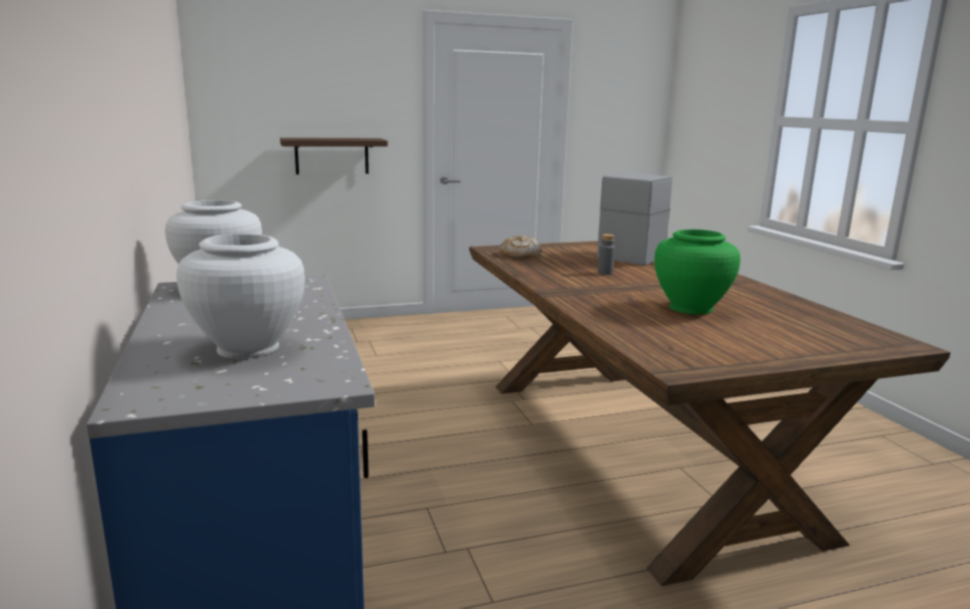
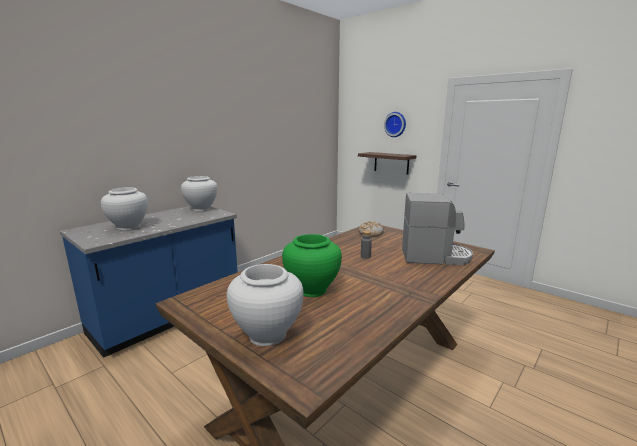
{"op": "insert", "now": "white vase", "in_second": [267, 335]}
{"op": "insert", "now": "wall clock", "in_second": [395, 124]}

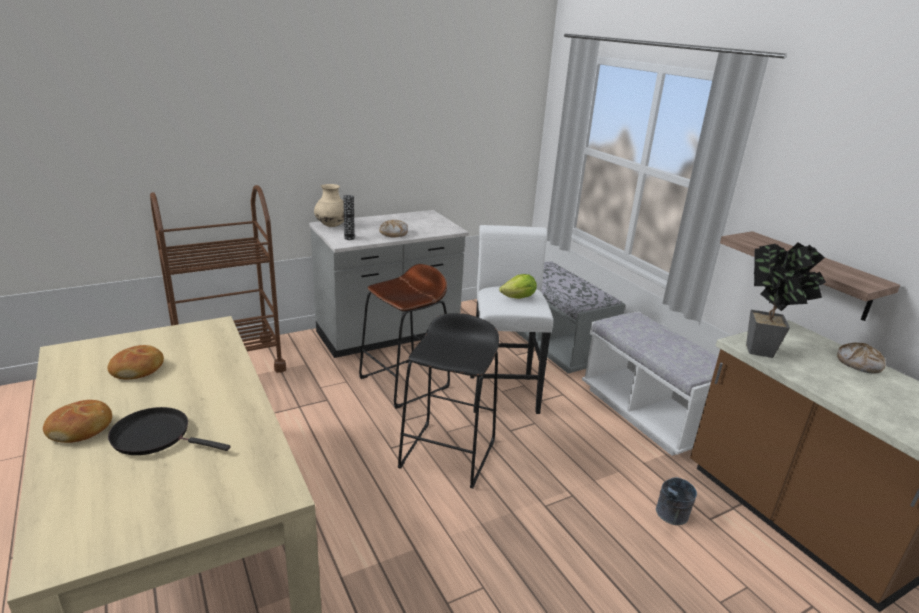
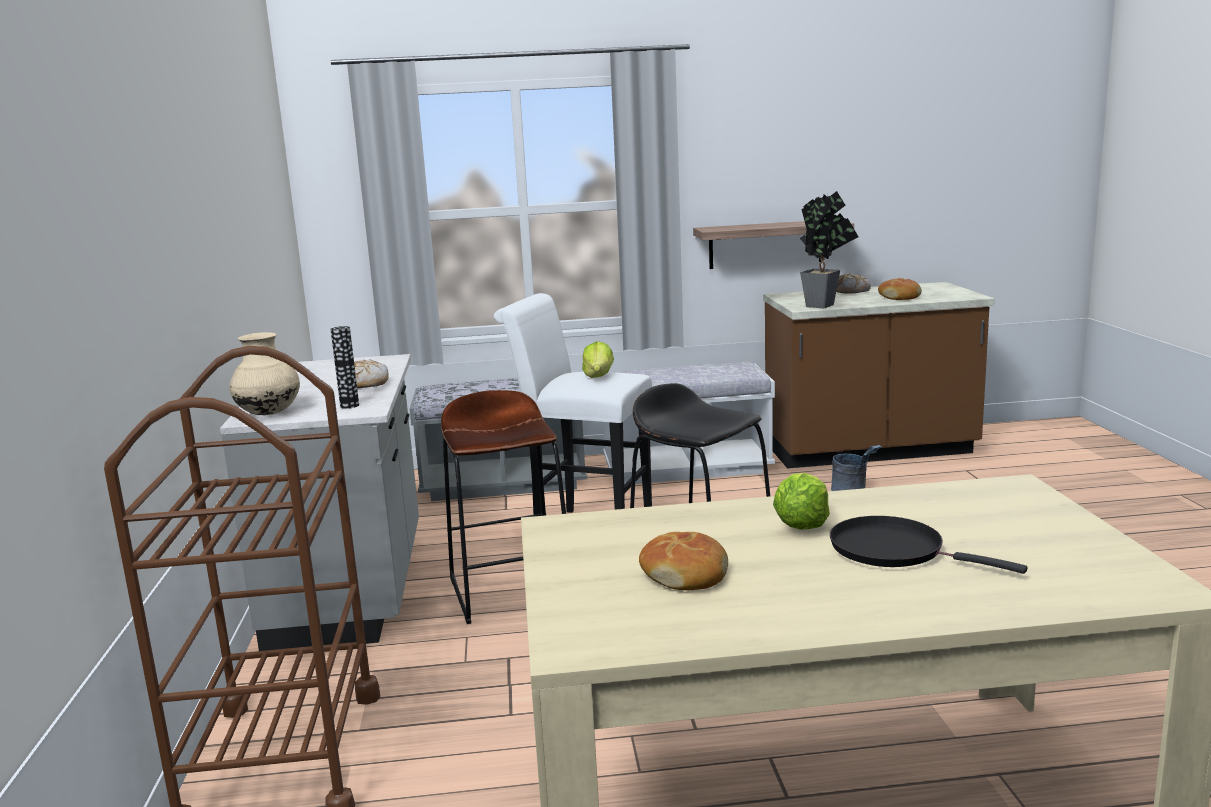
{"op": "insert", "now": "lettuce", "in_second": [802, 525]}
{"op": "move", "was": "bread", "in_first": [81, 429], "in_second": [899, 297]}
{"op": "rotate", "was": "black frying pan", "in_first": [156, 436], "in_second": [894, 550], "clockwise": 90}

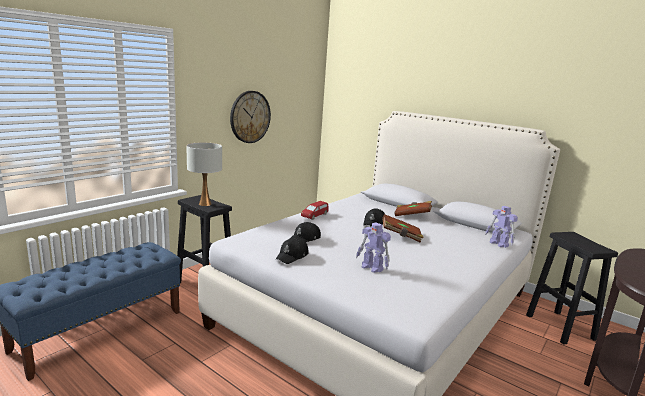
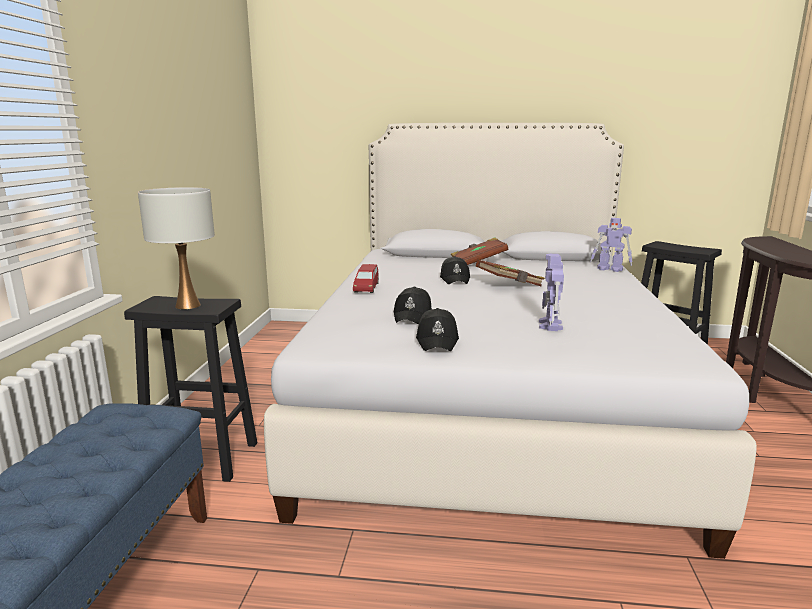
{"op": "delete", "was": "wall clock", "in_first": [250, 117]}
{"op": "rotate", "was": "toy robot", "in_first": [372, 268], "in_second": [550, 325], "clockwise": 90}

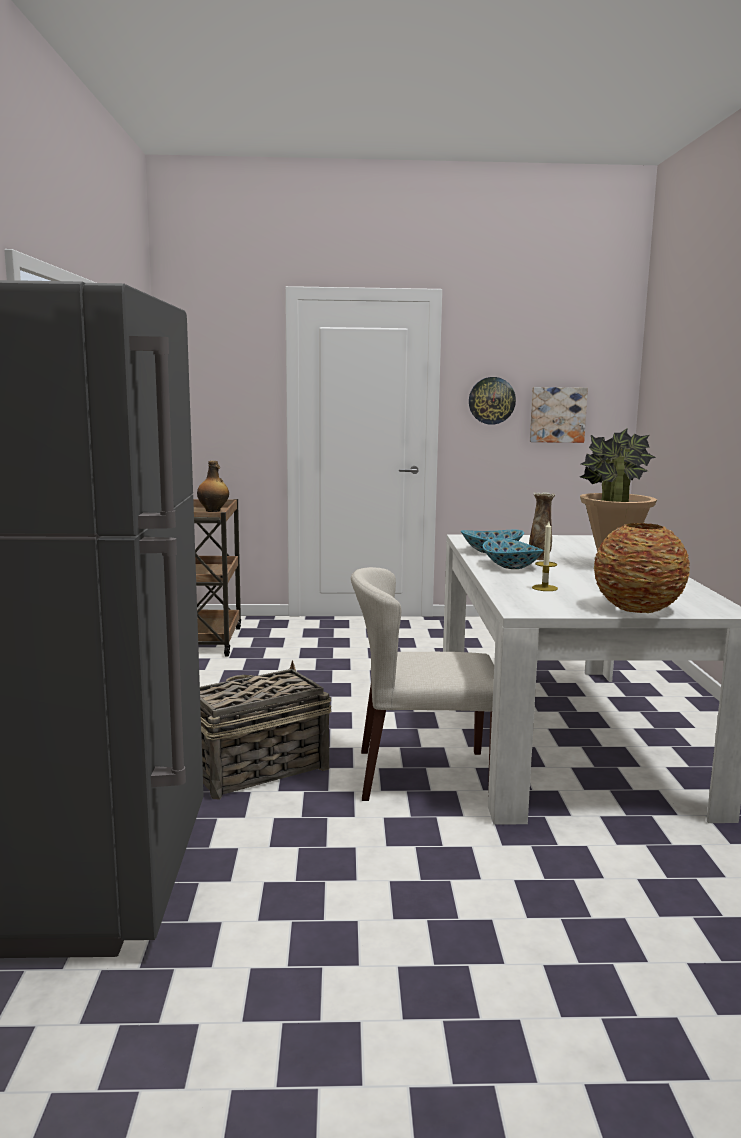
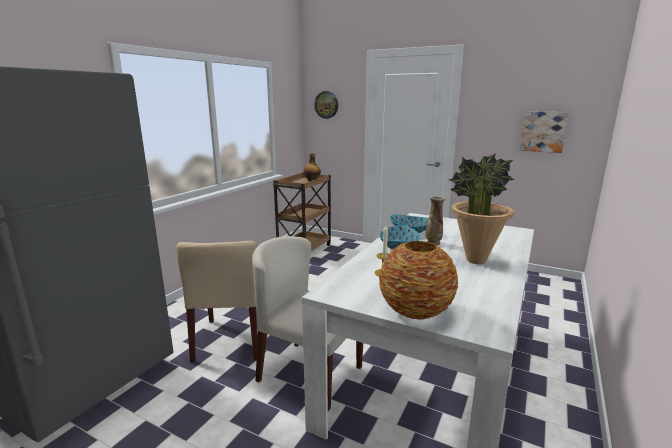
{"op": "move", "was": "wall clock", "in_first": [491, 400], "in_second": [326, 105]}
{"op": "replace", "was": "basket", "now": "beige chair", "in_first": [255, 769], "in_second": [232, 339]}

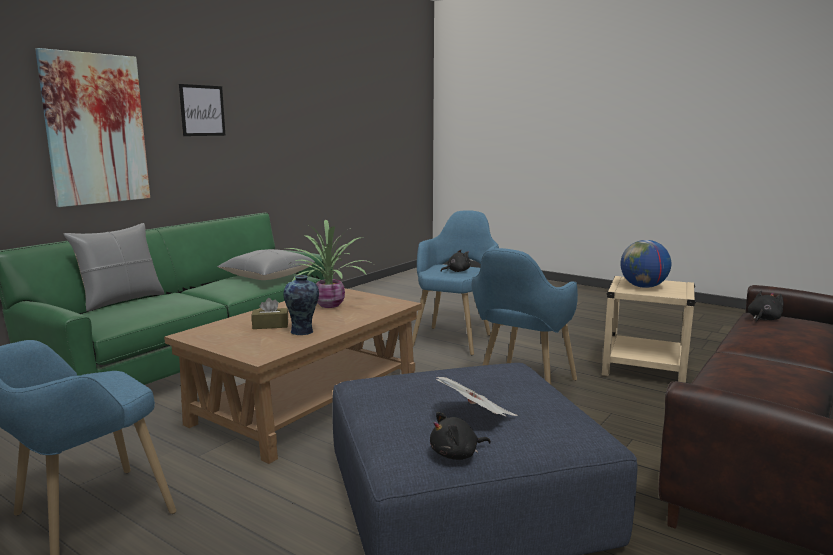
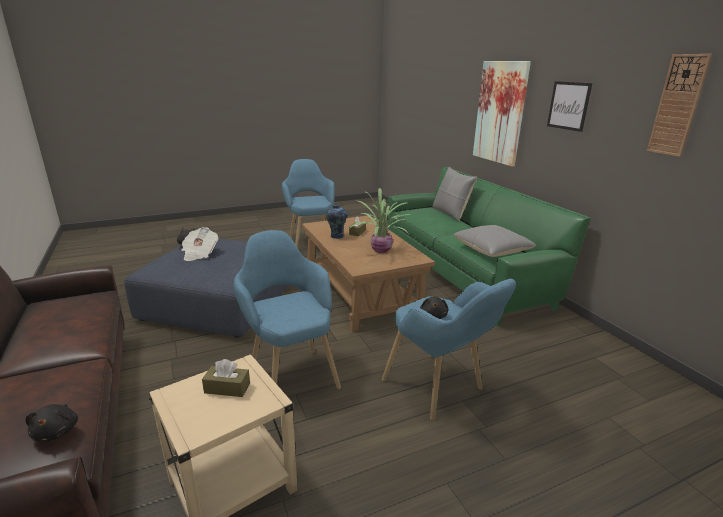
{"op": "insert", "now": "wall clock", "in_second": [678, 105]}
{"op": "replace", "was": "globe", "now": "brown tissue box", "in_first": [643, 287], "in_second": [227, 388]}

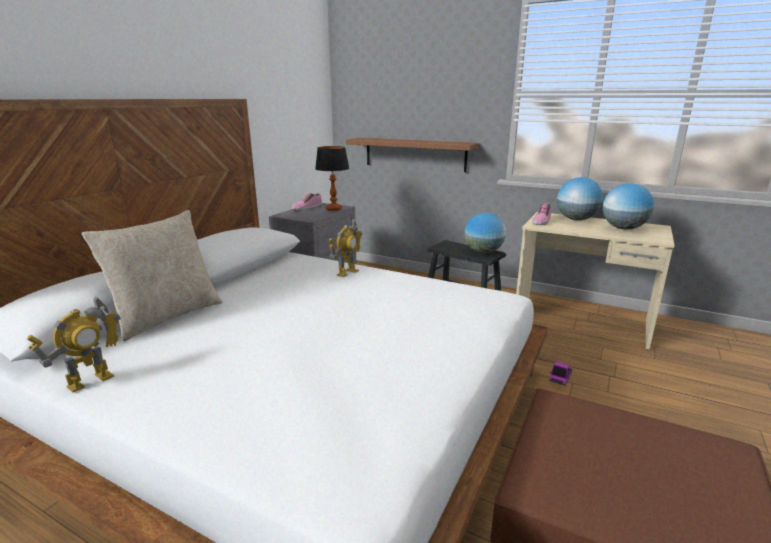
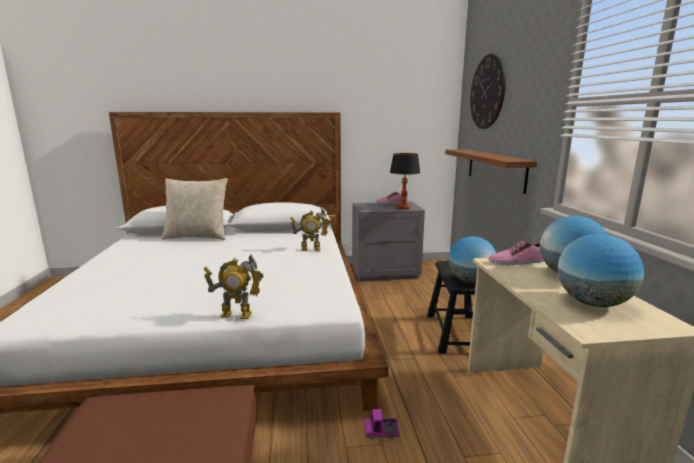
{"op": "insert", "now": "wall clock", "in_second": [487, 92]}
{"op": "move", "was": "toy robot", "in_first": [90, 381], "in_second": [236, 315]}

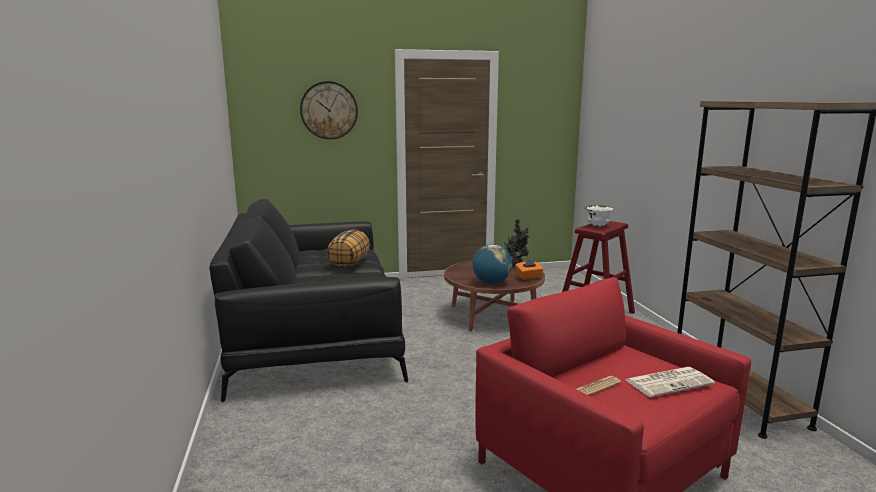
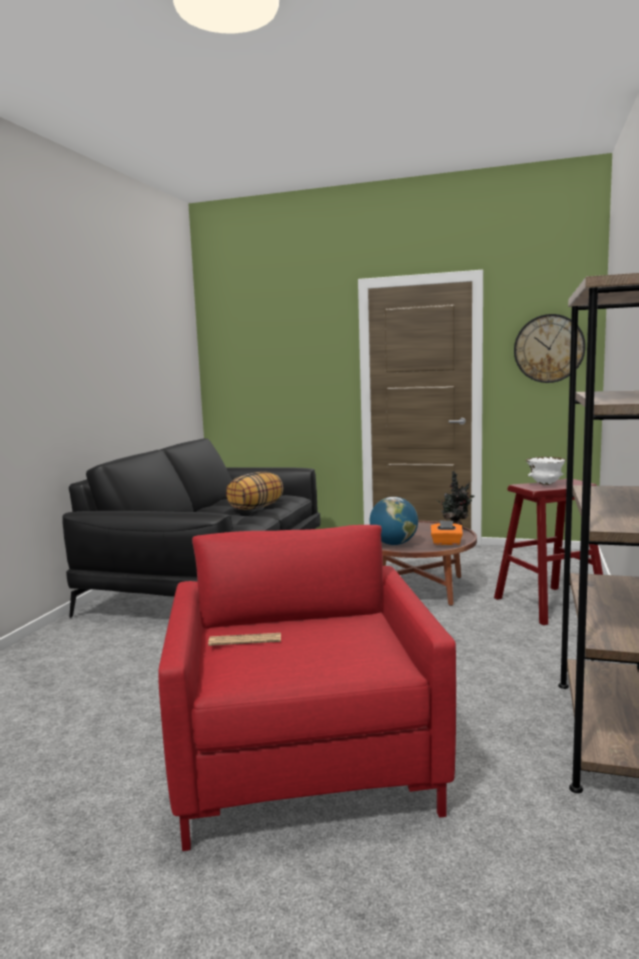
{"op": "delete", "was": "newspaper", "in_first": [669, 382]}
{"op": "move", "was": "wall clock", "in_first": [329, 110], "in_second": [549, 348]}

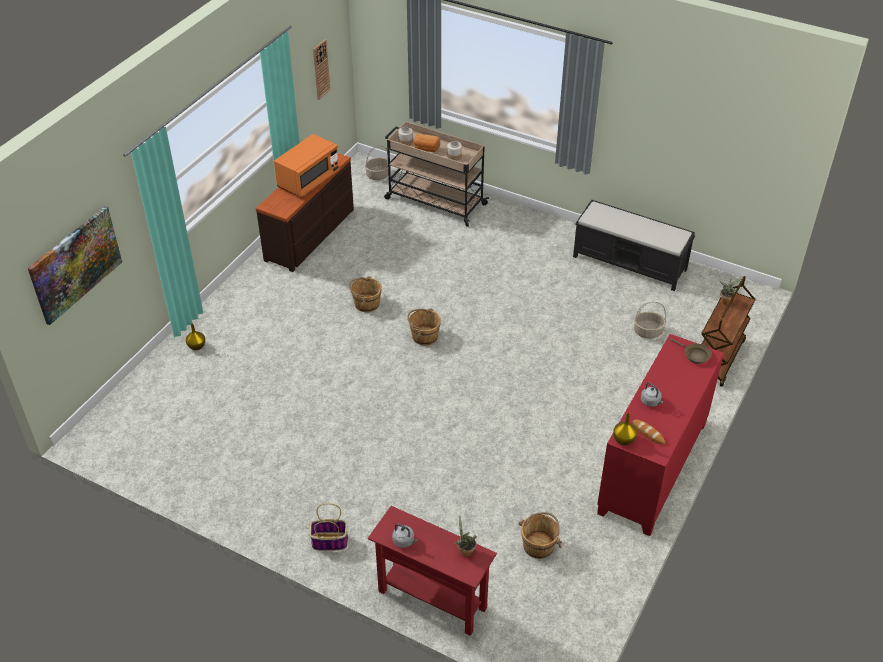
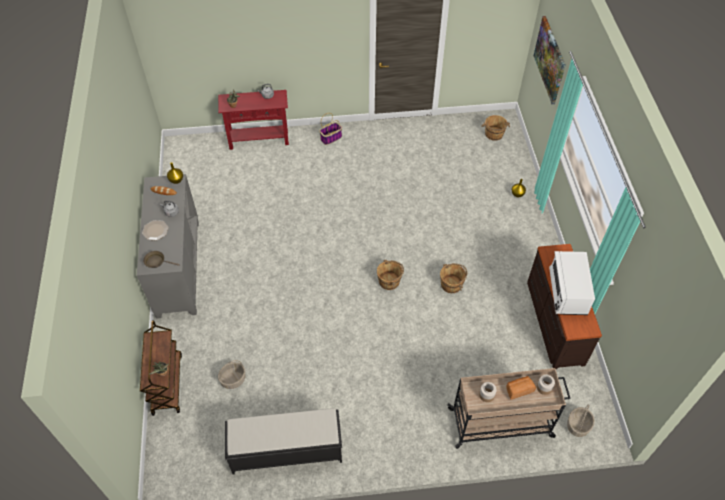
{"op": "delete", "was": "wall clock", "in_first": [321, 69]}
{"op": "insert", "now": "plate", "in_second": [155, 231]}
{"op": "move", "was": "brown bucket", "in_first": [539, 545], "in_second": [494, 134]}
{"op": "recolor", "was": "orange microwave", "now": "white microwave", "in_first": [308, 180], "in_second": [567, 292]}
{"op": "recolor", "was": "red cabinet", "now": "grey cabinet", "in_first": [653, 468], "in_second": [177, 268]}

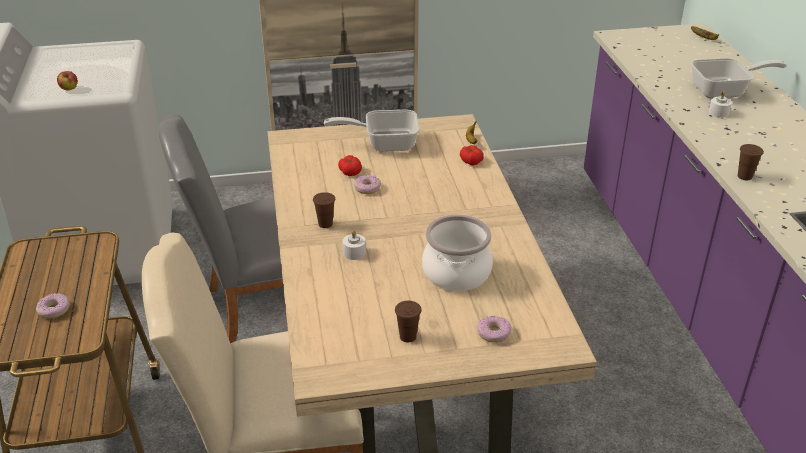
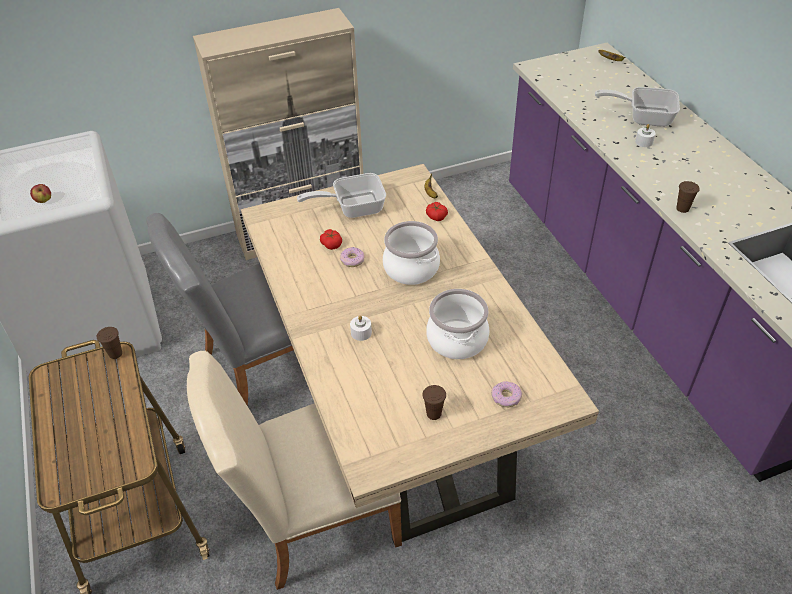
{"op": "delete", "was": "donut", "in_first": [54, 310]}
{"op": "insert", "now": "cooking pot", "in_second": [410, 268]}
{"op": "move", "was": "brown cup", "in_first": [325, 224], "in_second": [115, 353]}
{"op": "rotate", "was": "frying pan", "in_first": [725, 91], "in_second": [643, 117], "clockwise": -150}

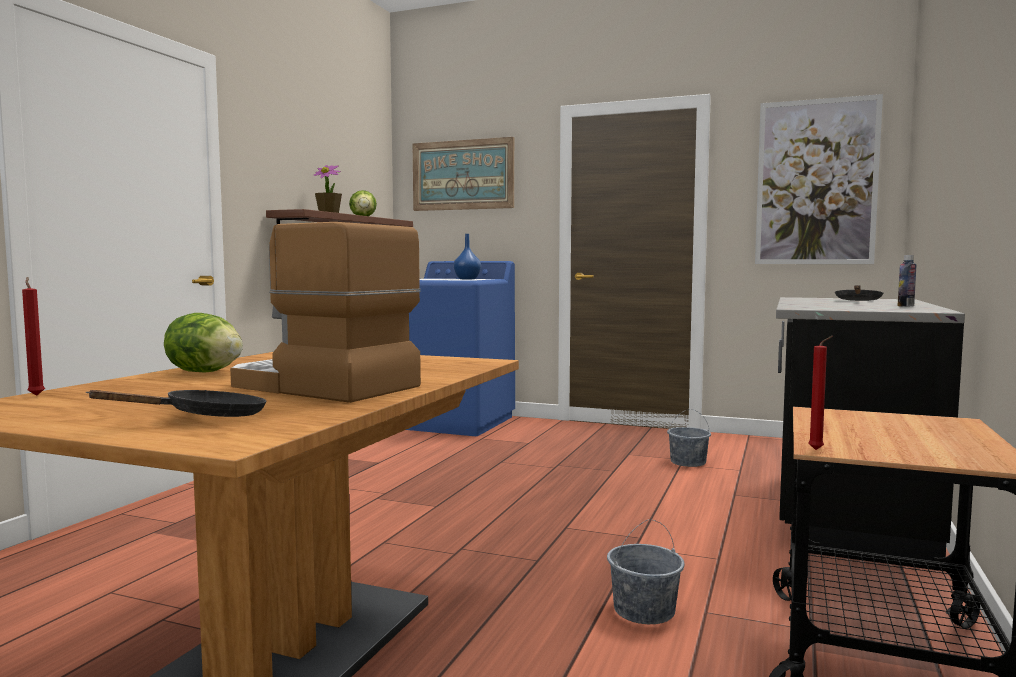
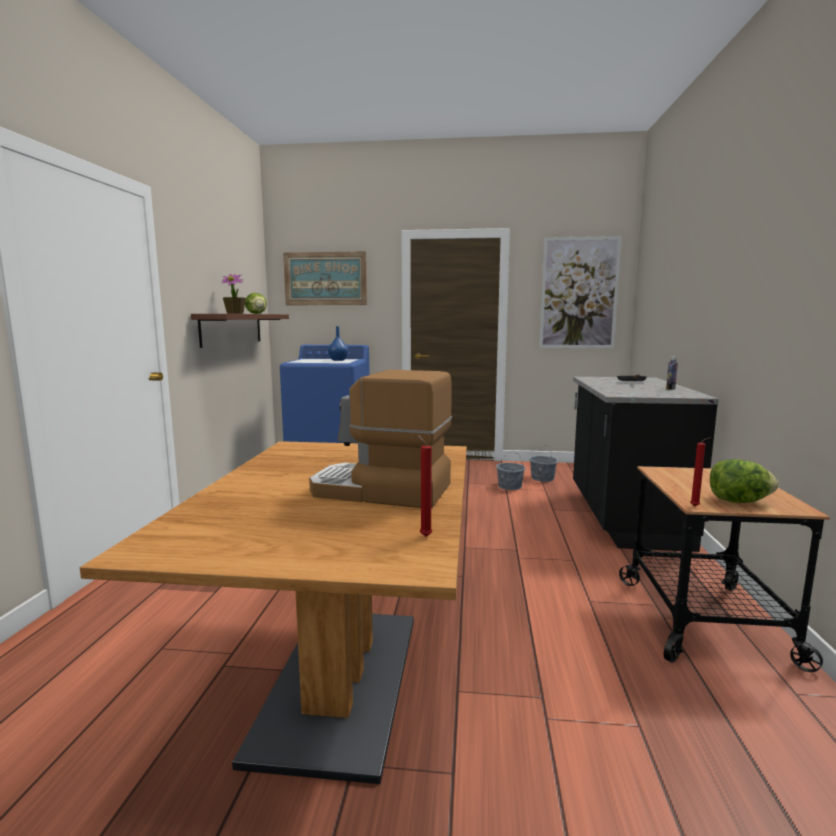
{"op": "delete", "was": "black frying pan", "in_first": [206, 417]}
{"op": "move", "was": "red candle", "in_first": [36, 395], "in_second": [424, 536]}
{"op": "move", "was": "lettuce", "in_first": [205, 372], "in_second": [738, 501]}
{"op": "move", "was": "grey bucket", "in_first": [644, 610], "in_second": [542, 478]}

